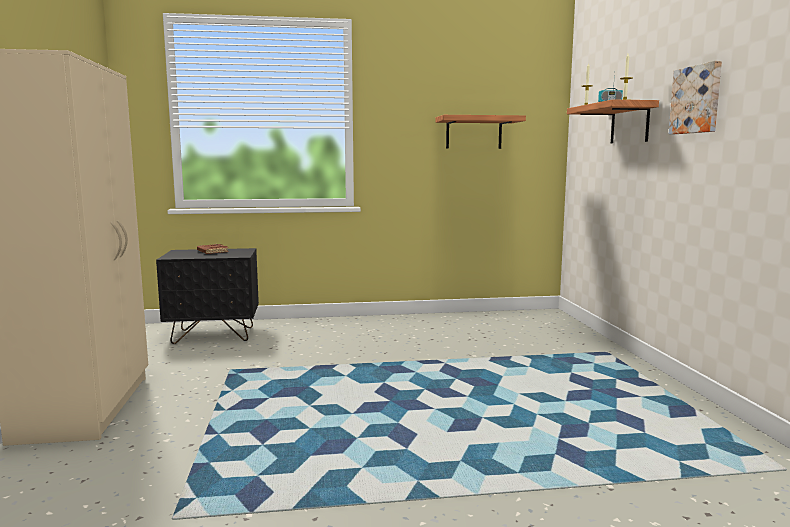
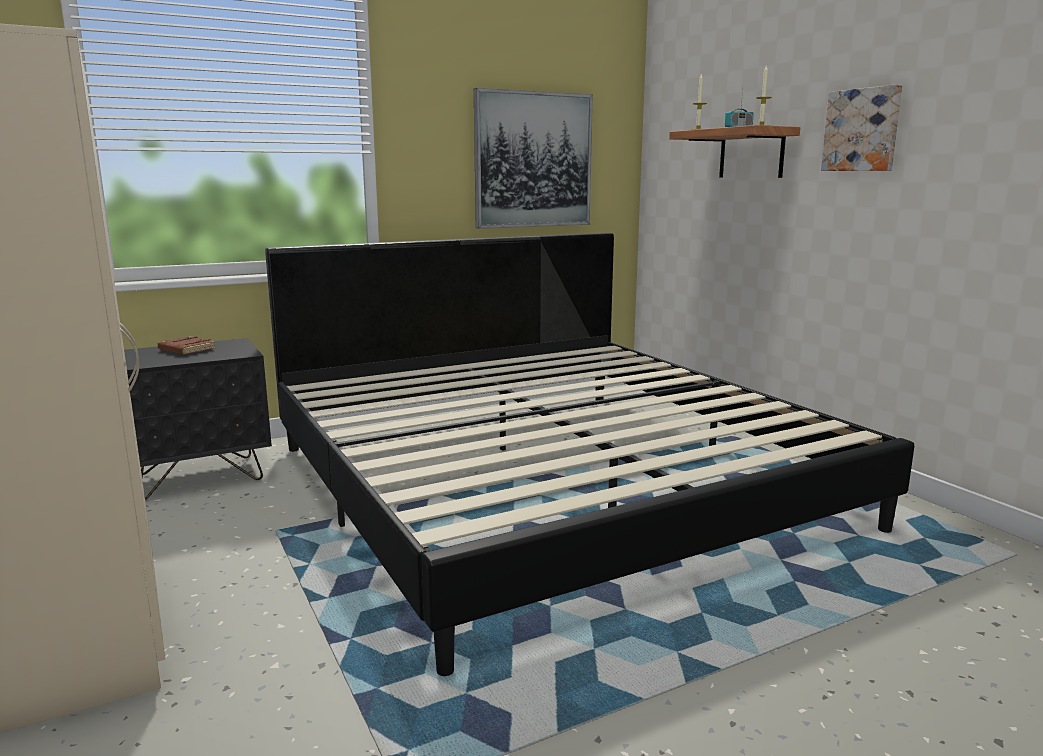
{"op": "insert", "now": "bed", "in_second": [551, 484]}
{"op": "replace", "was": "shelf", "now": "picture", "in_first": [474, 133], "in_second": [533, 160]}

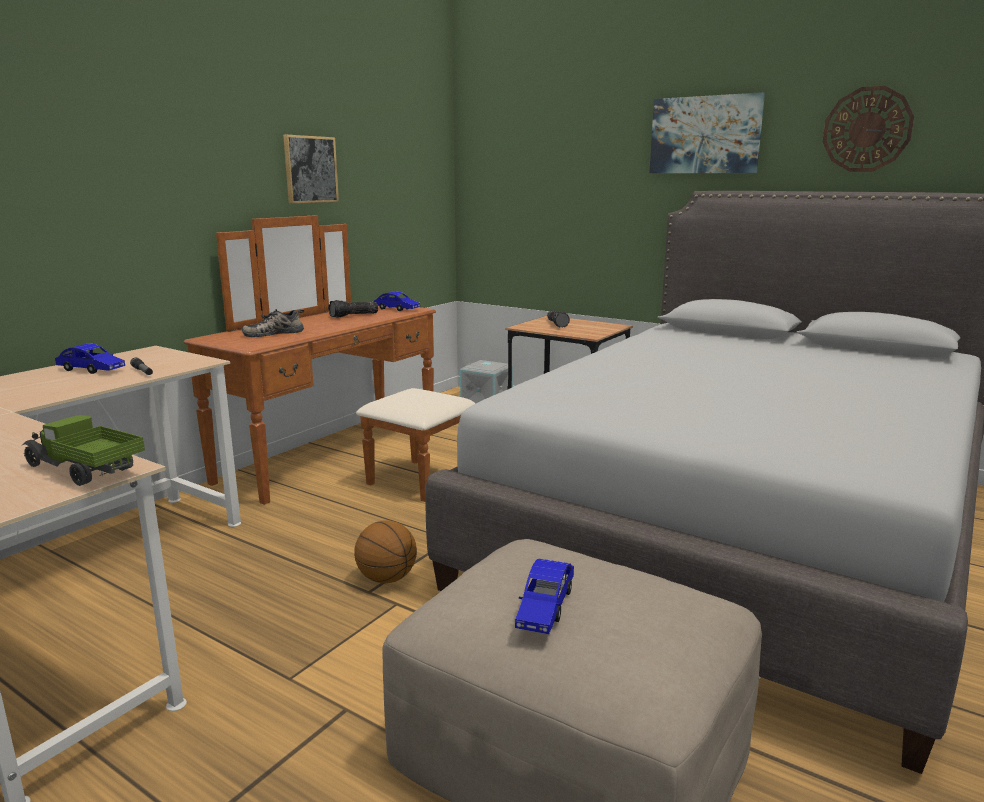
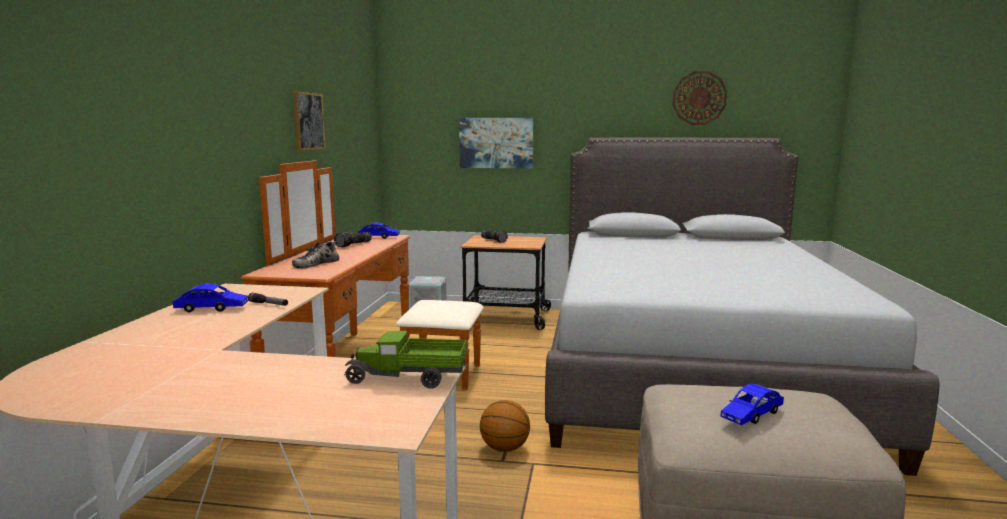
{"op": "move", "was": "picture", "in_first": [705, 135], "in_second": [496, 143]}
{"op": "rotate", "was": "blue toy car", "in_first": [546, 607], "in_second": [752, 415], "clockwise": 60}

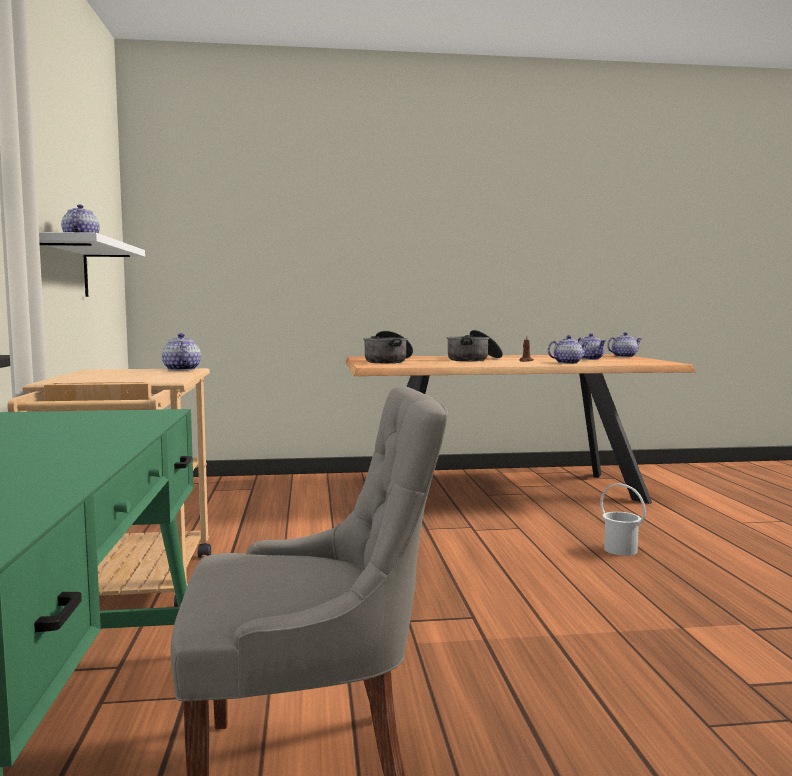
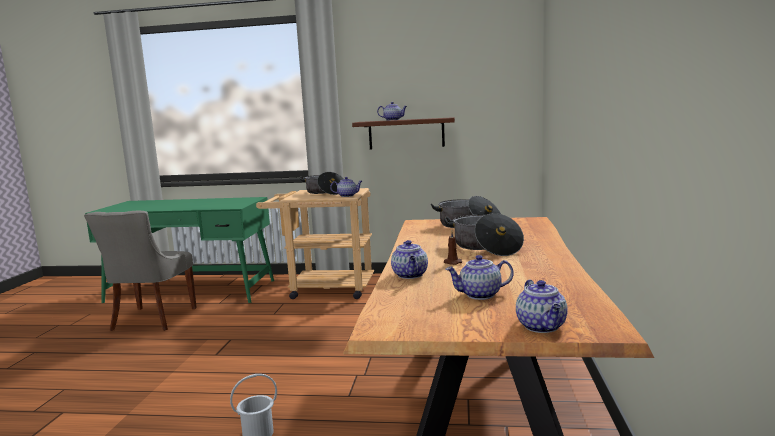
{"op": "insert", "now": "cooking pot", "in_second": [324, 192]}
{"op": "recolor", "was": "white shelf", "now": "brown shelf", "in_first": [63, 268], "in_second": [406, 133]}

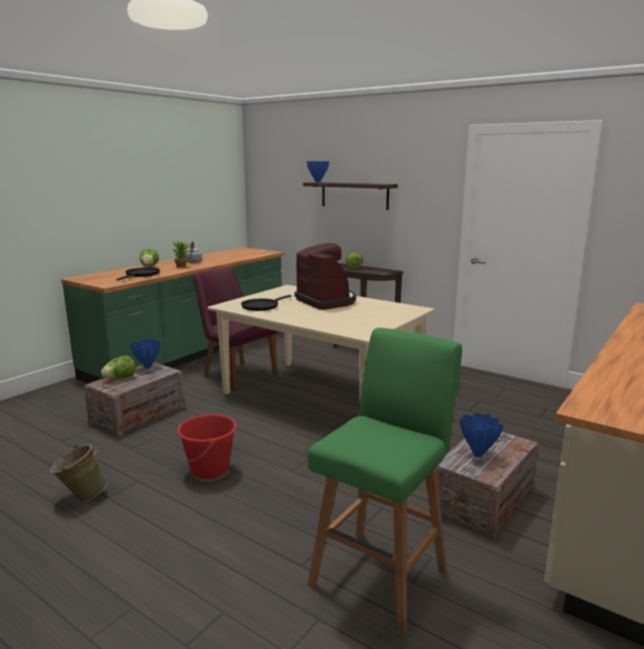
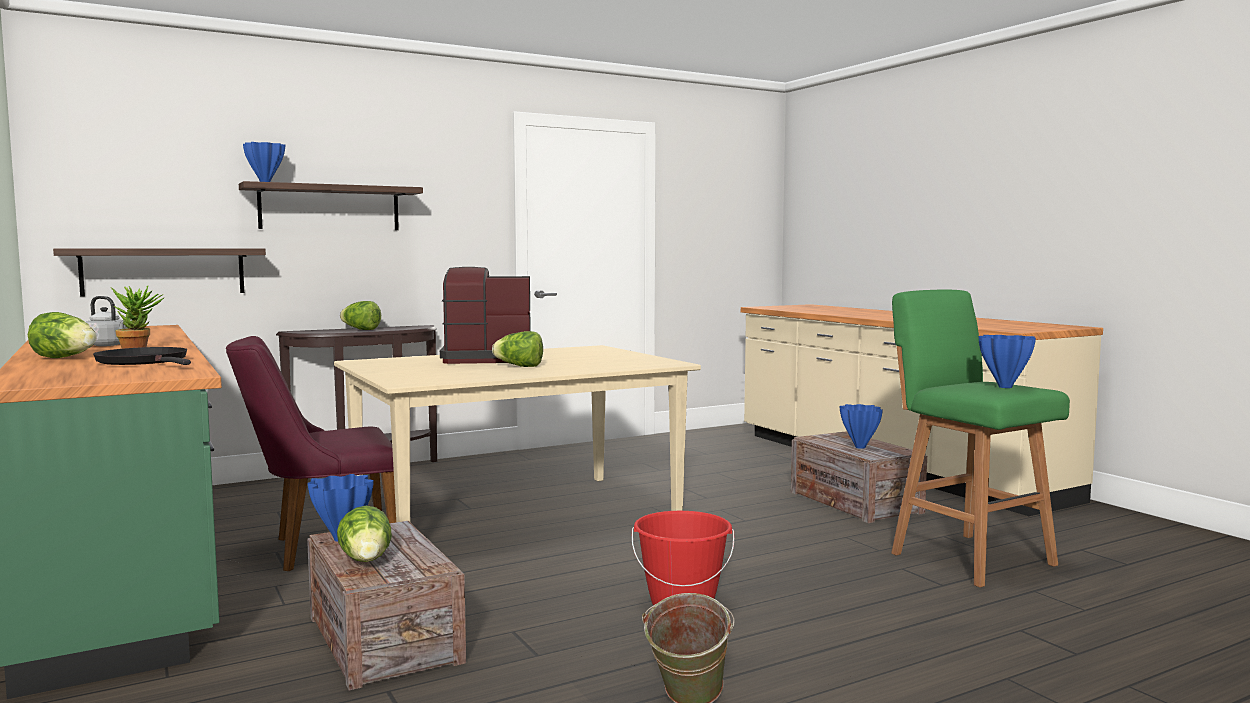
{"op": "delete", "was": "black frying pan", "in_first": [261, 306]}
{"op": "insert", "now": "shelf", "in_second": [164, 271]}
{"op": "insert", "now": "lettuce", "in_second": [519, 366]}
{"op": "insert", "now": "blue vase", "in_second": [1004, 387]}

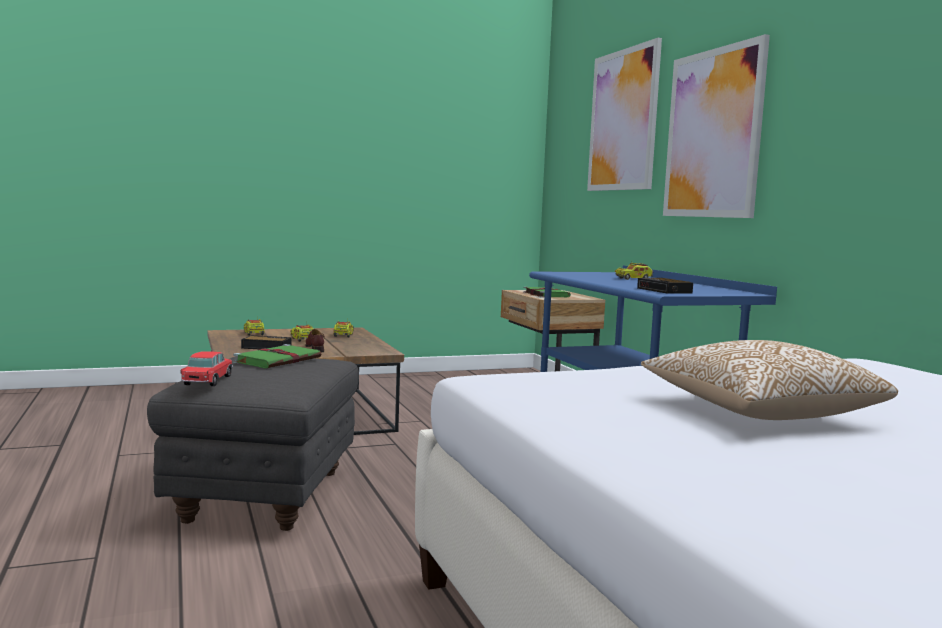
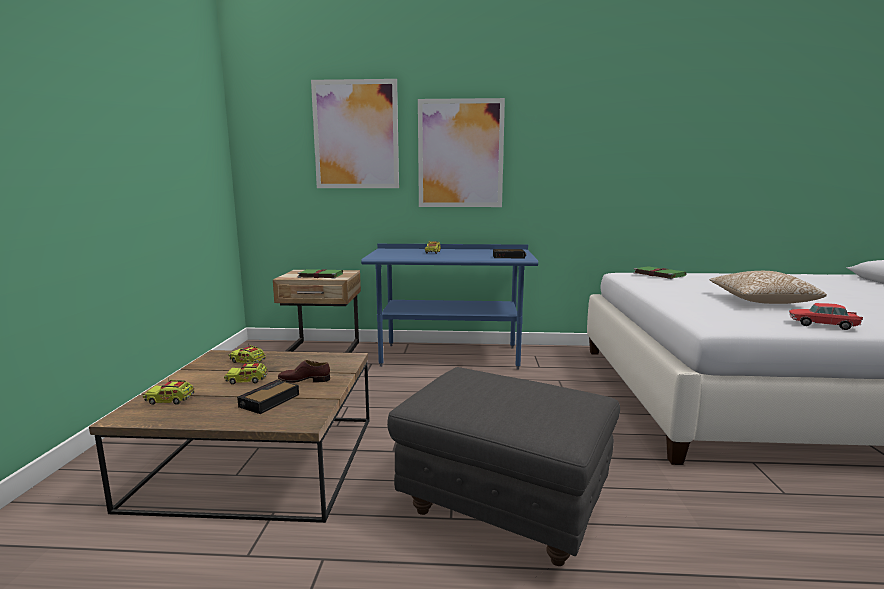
{"op": "move", "was": "toy car", "in_first": [208, 380], "in_second": [822, 325]}
{"op": "move", "was": "green book", "in_first": [279, 360], "in_second": [658, 274]}

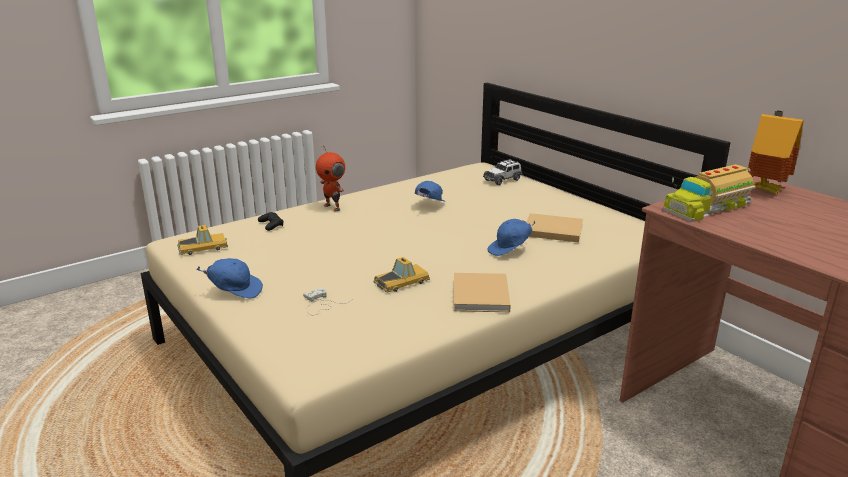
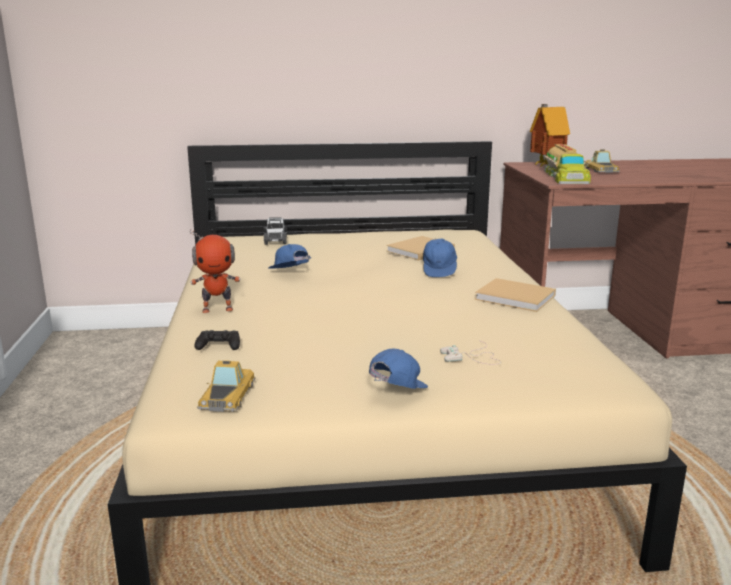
{"op": "move", "was": "toy car", "in_first": [402, 282], "in_second": [601, 170]}

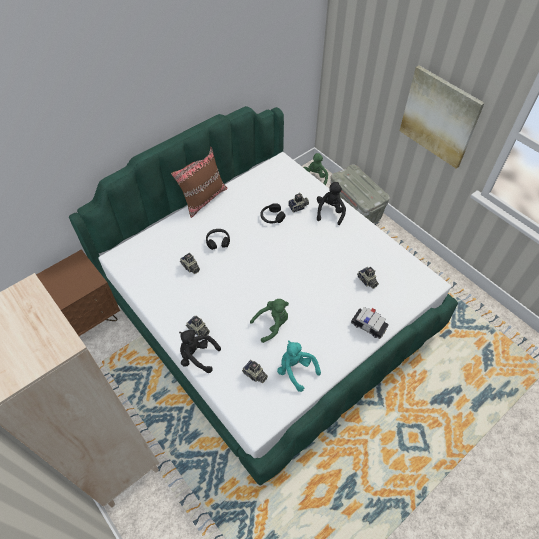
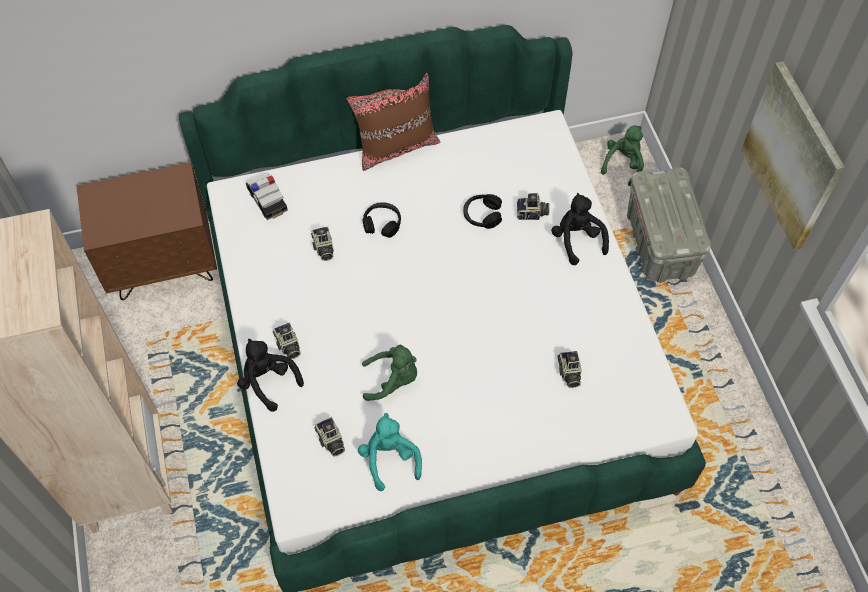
{"op": "move", "was": "toy car", "in_first": [369, 326], "in_second": [267, 201]}
{"op": "rotate", "was": "black plush toy", "in_first": [330, 212], "in_second": [577, 240], "clockwise": -60}

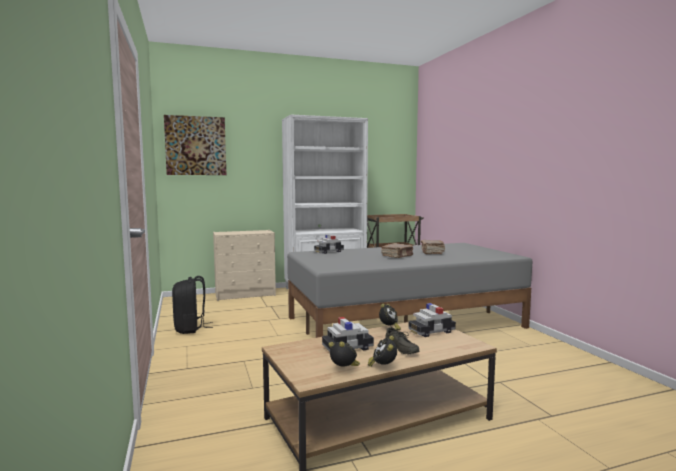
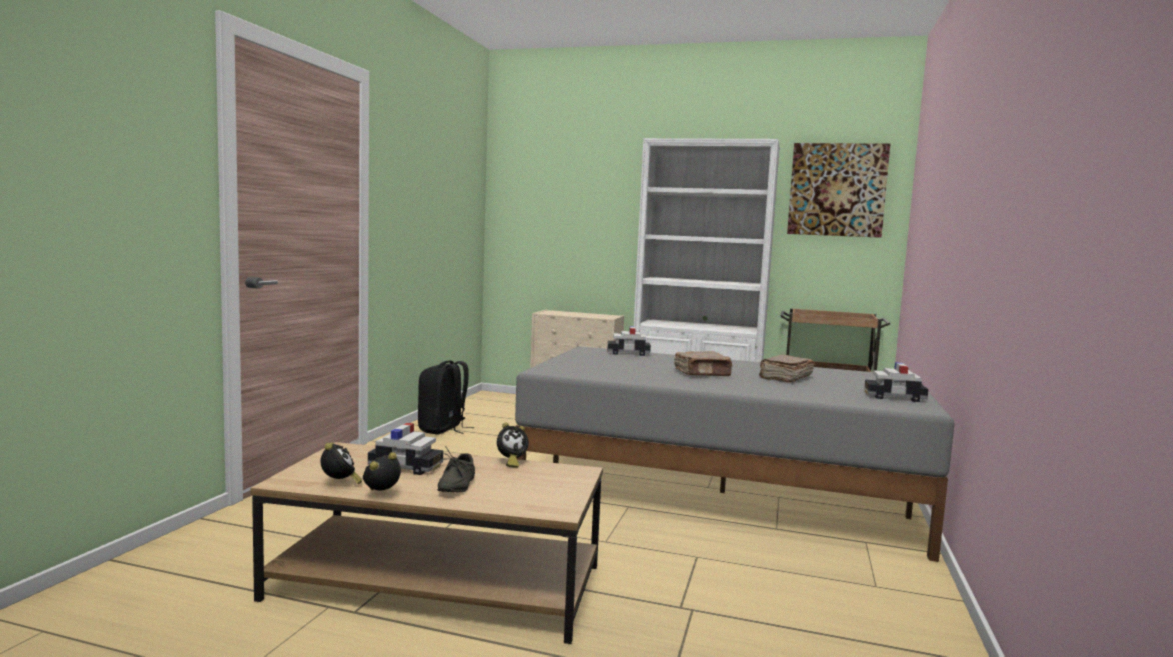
{"op": "move", "was": "picture", "in_first": [195, 146], "in_second": [837, 190]}
{"op": "move", "was": "toy car", "in_first": [431, 331], "in_second": [894, 397]}

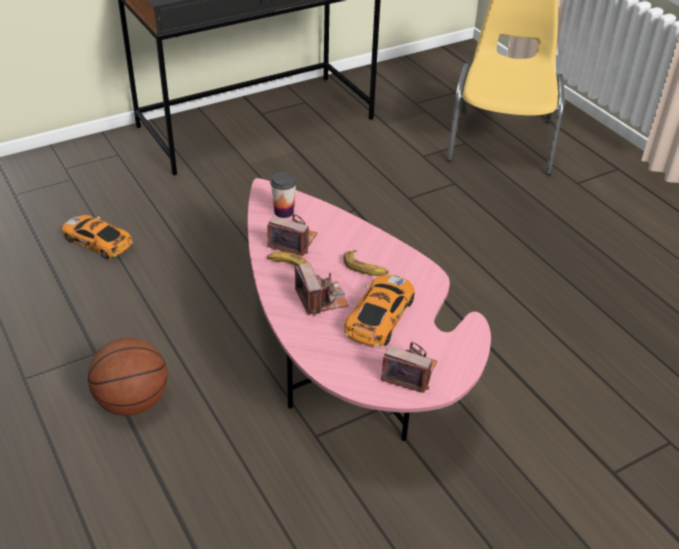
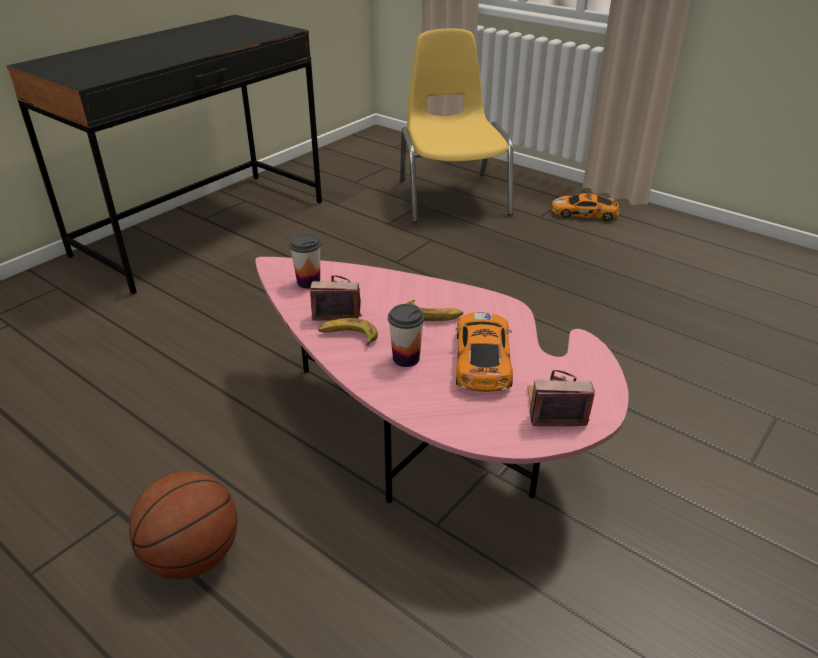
{"op": "move", "was": "toy car", "in_first": [98, 242], "in_second": [585, 213]}
{"op": "replace", "was": "photo camera", "now": "cup", "in_first": [321, 299], "in_second": [406, 358]}

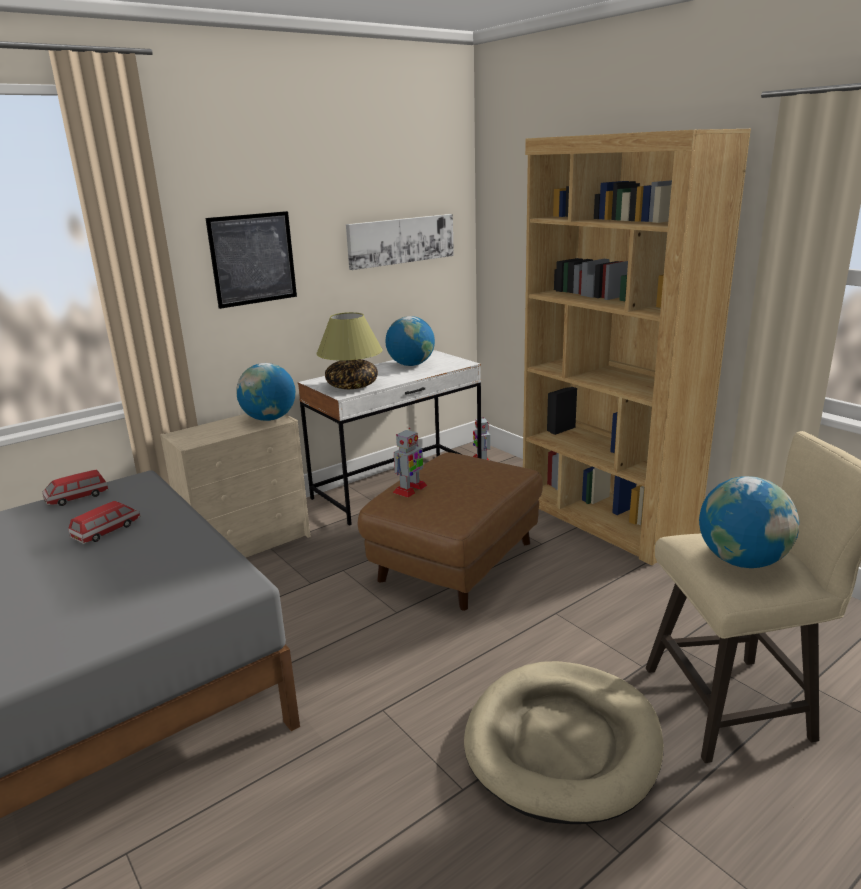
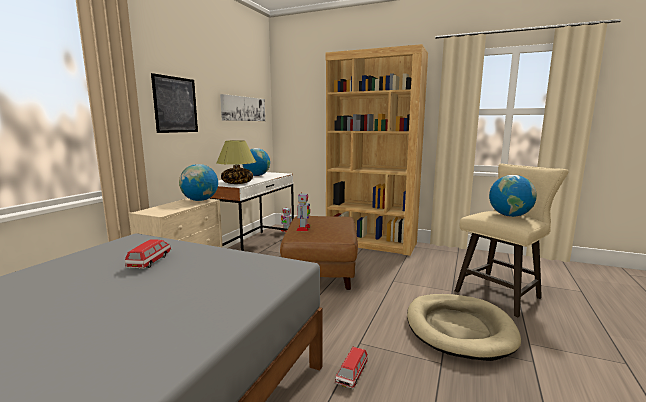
{"op": "move", "was": "toy car", "in_first": [77, 497], "in_second": [352, 374]}

